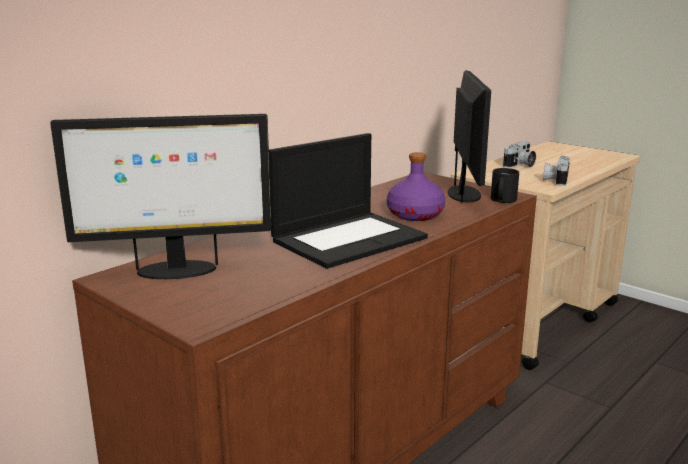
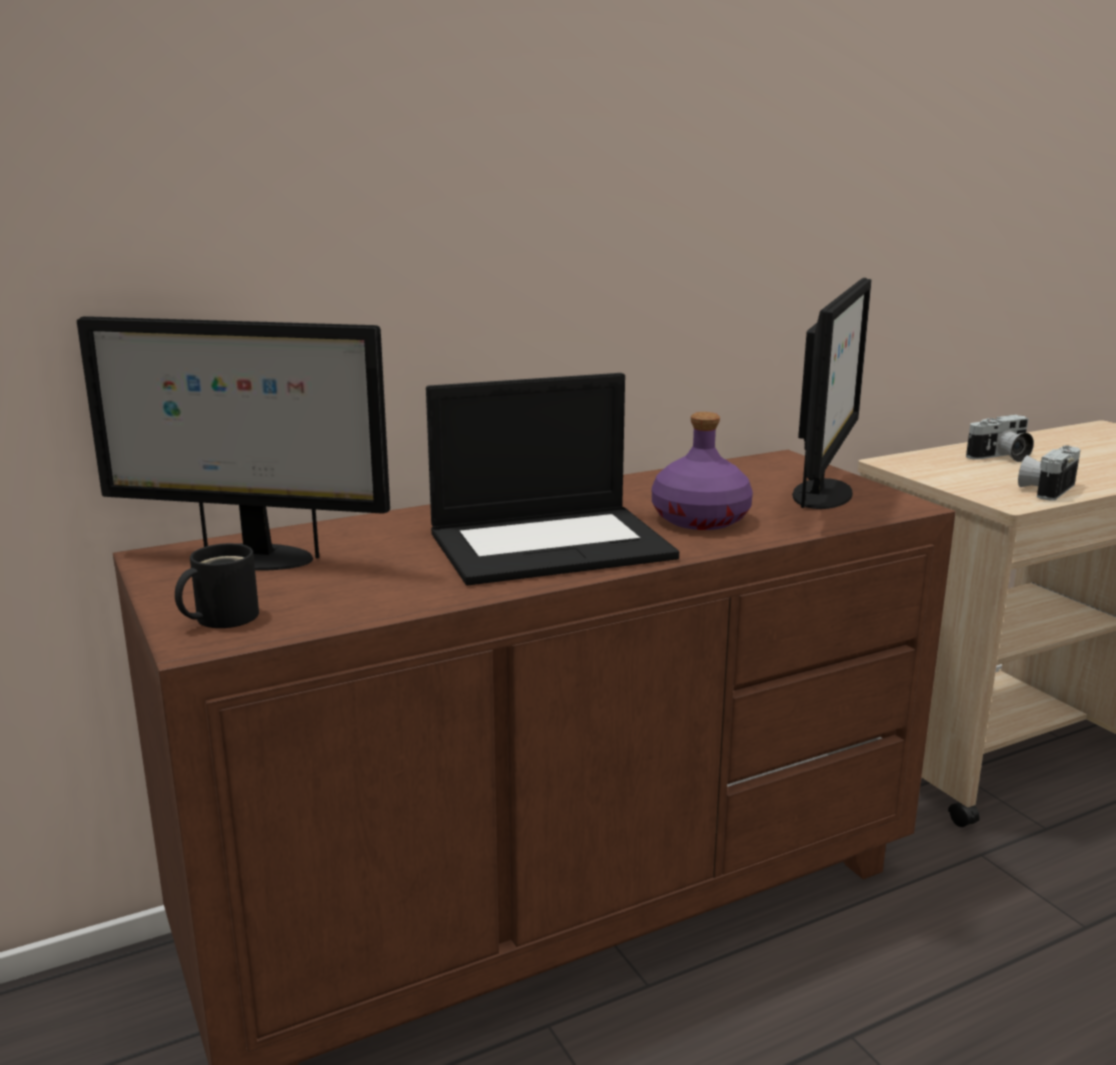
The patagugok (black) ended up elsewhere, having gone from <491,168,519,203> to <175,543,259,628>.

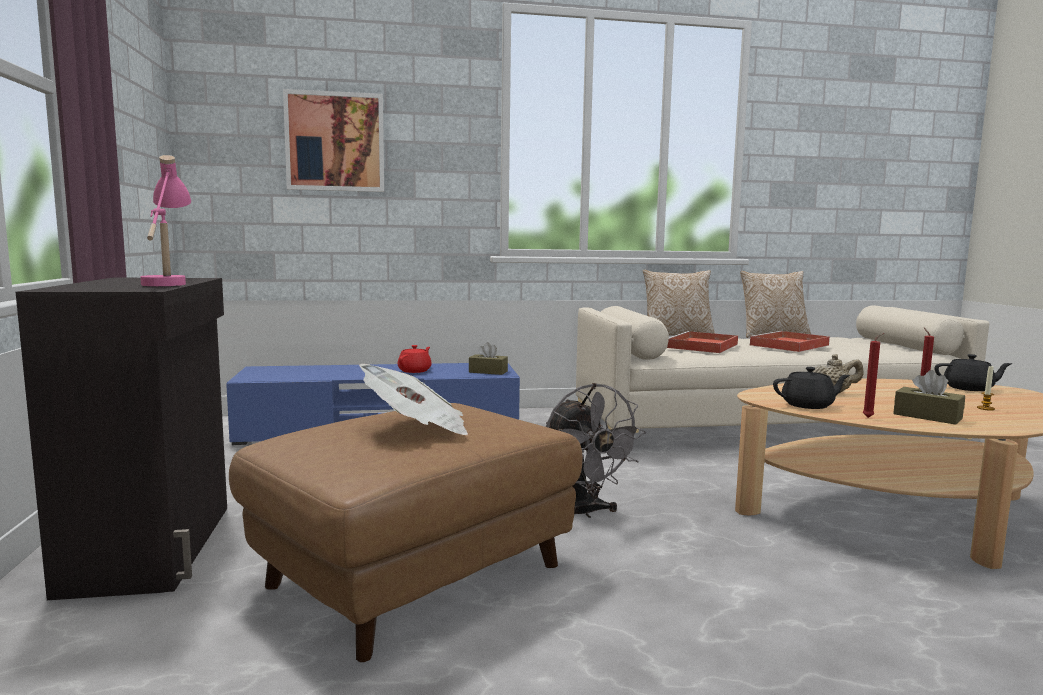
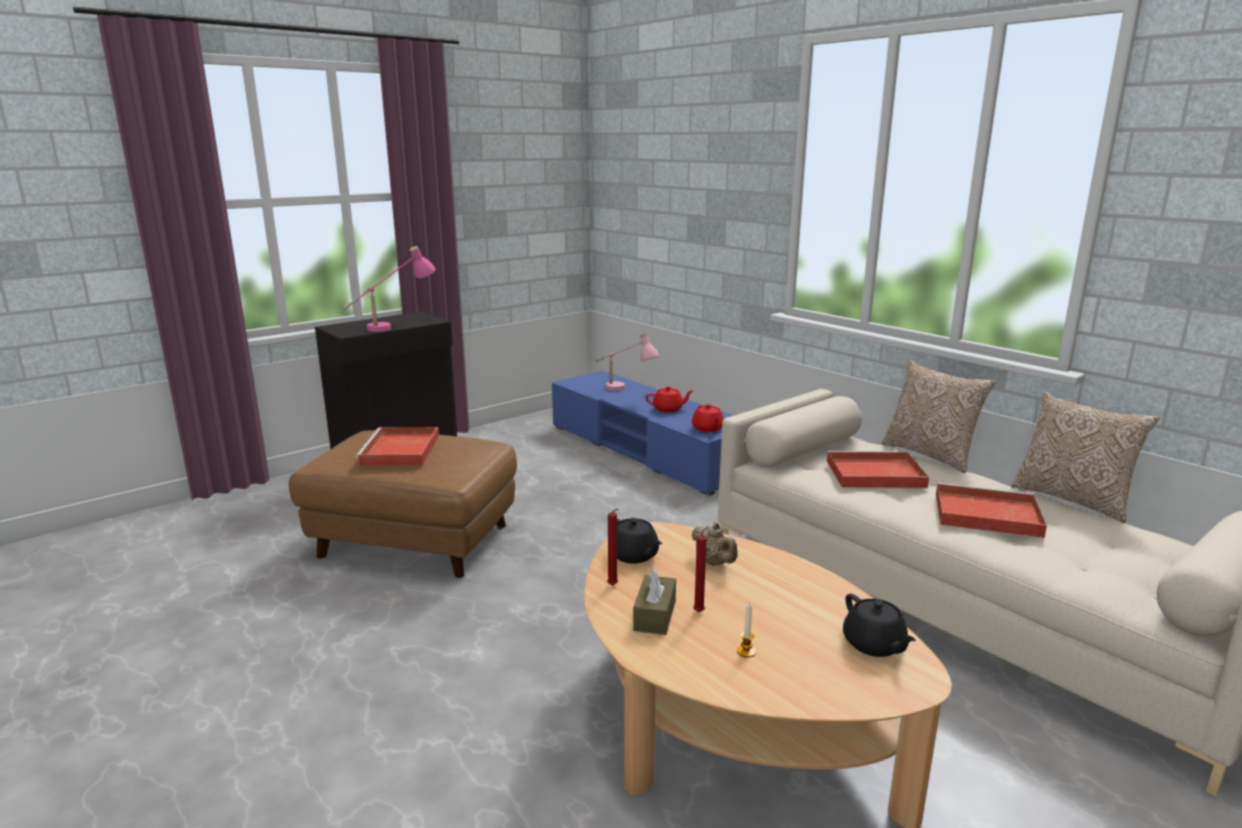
The second view lost the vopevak at <283,89,384,192>.
Where the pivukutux stood at <359,364,468,435>, the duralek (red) came to stand at <355,427,439,465>.
Where the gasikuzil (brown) stood at <469,342,508,375>, the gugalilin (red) came to stand at <692,404,724,432>.
The second view lost the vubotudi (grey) at <546,383,646,518>.
The second view gained the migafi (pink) at <596,333,660,391>.

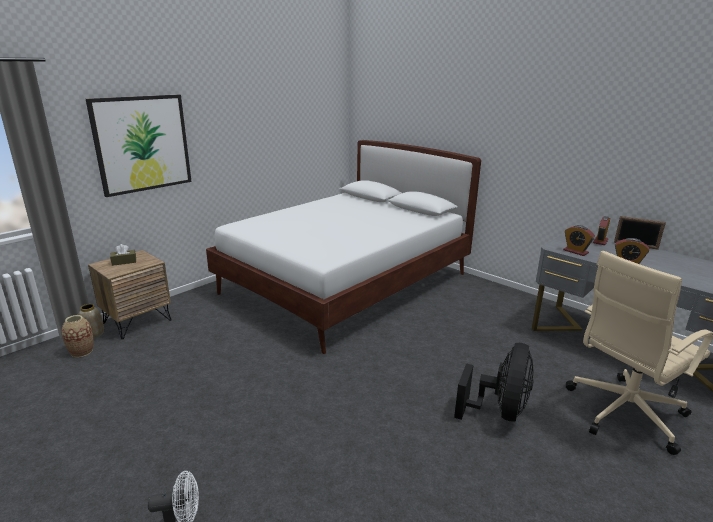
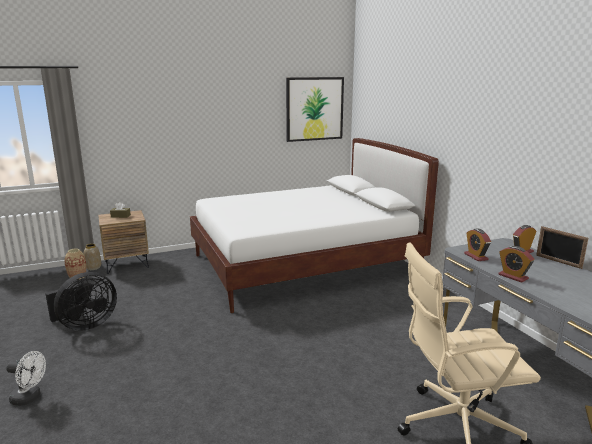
The vopevak ended up elsewhere, having gone from <86,94,192,197> to <286,77,344,142>.
The vubotudi (black) ended up elsewhere, having gone from <454,343,534,422> to <45,272,117,331>.

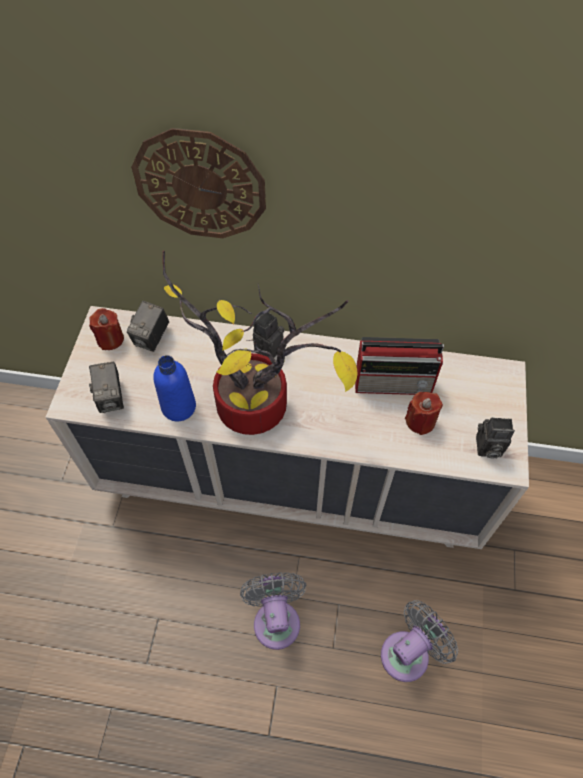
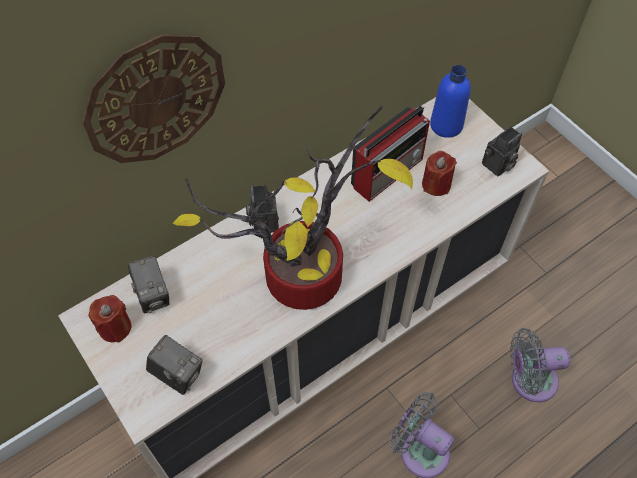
The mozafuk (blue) ended up elsewhere, having gone from <153,355,196,422> to <430,65,471,138>.
The vubotudi (grey) at <381,600,458,682> ended up facing another way, 105 degrees counterclockwise from before.

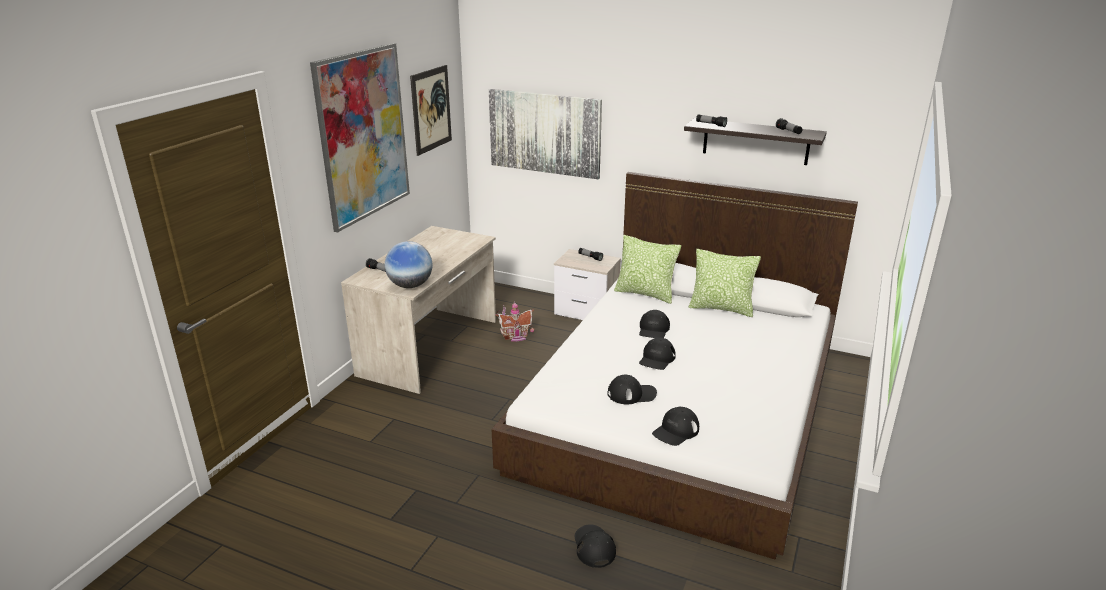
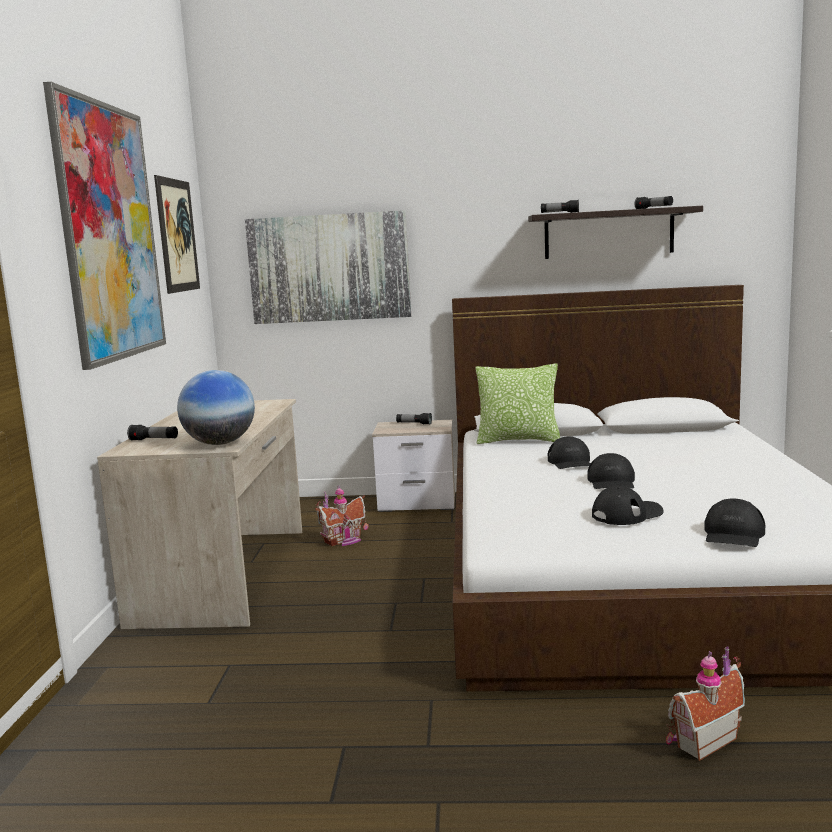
Where the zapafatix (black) stood at <574,525,616,568>, the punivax came to stand at <666,646,745,761>.
The second view lost the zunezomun at <688,249,761,317>.

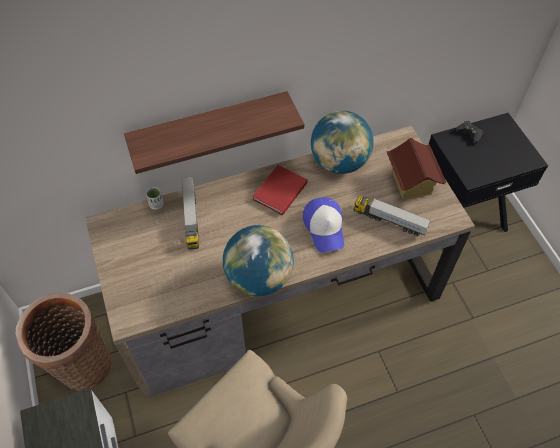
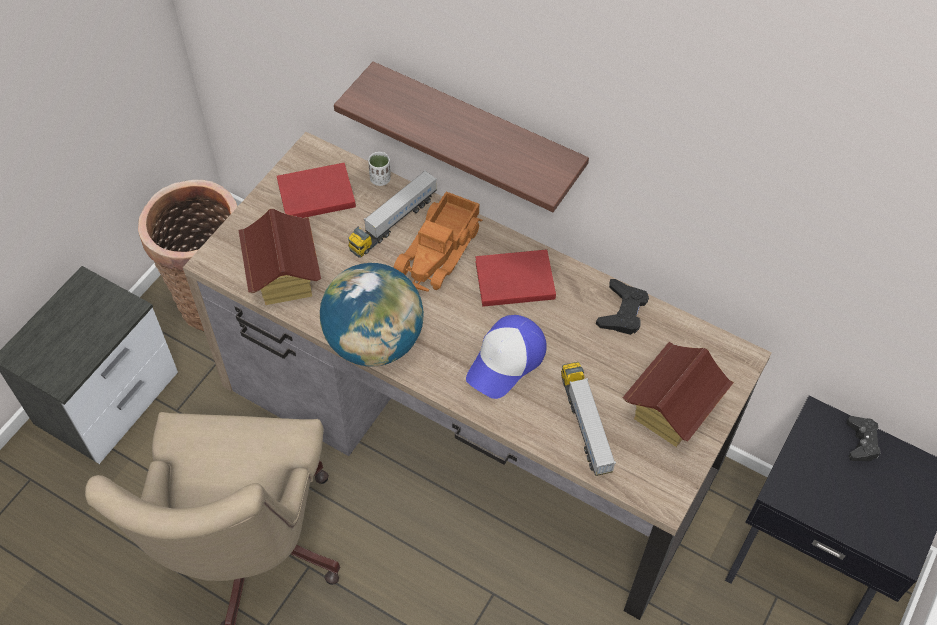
Where the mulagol stood at <311,111,374,174>, the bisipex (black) came to stand at <596,279,649,335>.
The second view gained the punivax at <238,209,321,305>.
The second view gained the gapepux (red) at <277,163,356,218>.
The second view gained the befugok at <393,191,482,292>.

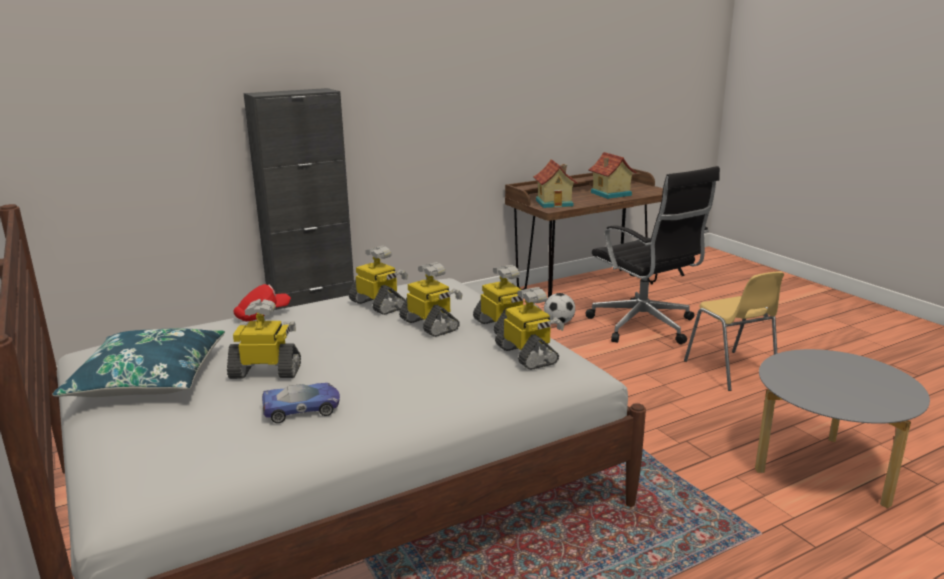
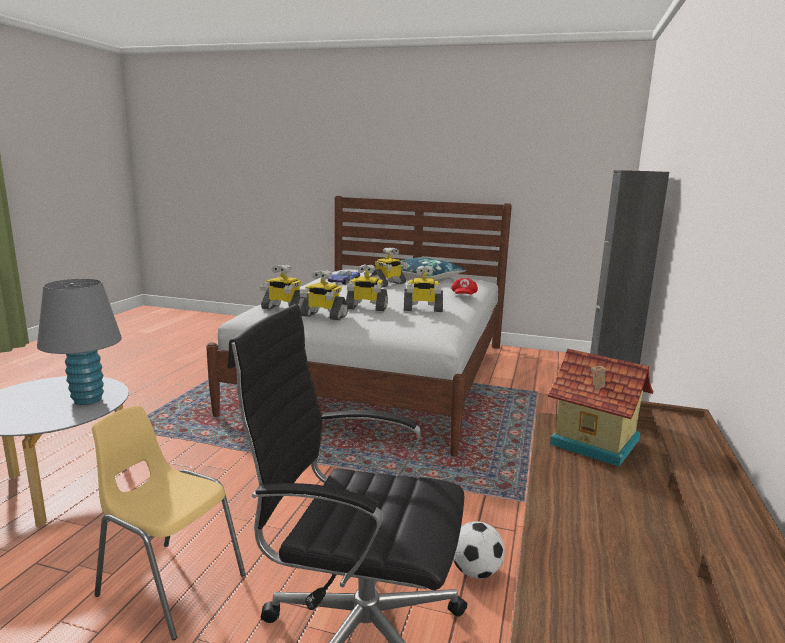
The second view lost the punivax at <588,152,637,199>.
The second view gained the migafi (grey) at <37,279,122,405>.

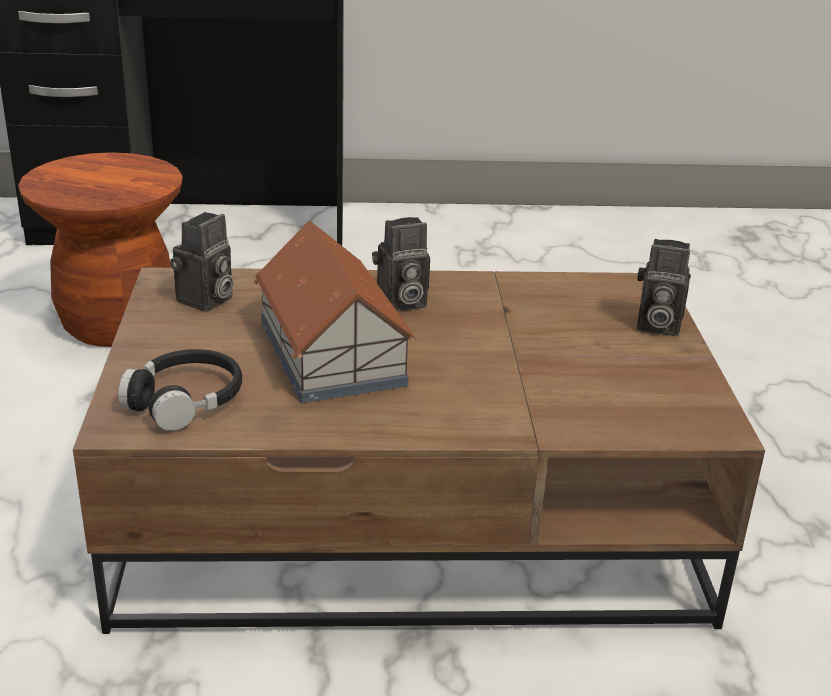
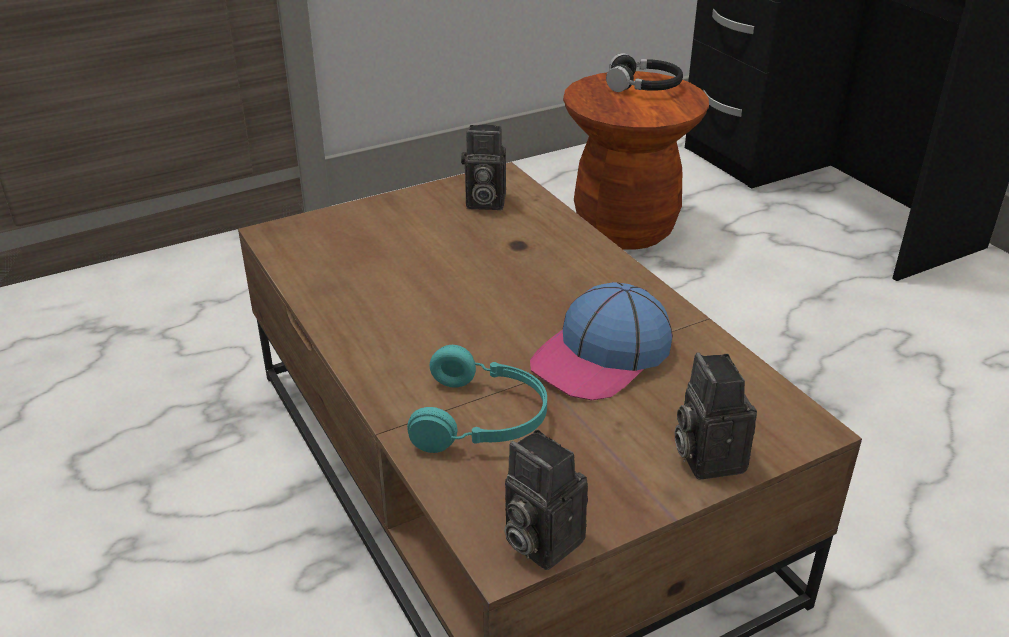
The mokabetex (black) ended up elsewhere, having gone from <118,349,242,431> to <606,53,683,92>.
The second view lost the punivax at <254,220,416,403>.
The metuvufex ended up elsewhere, having gone from <372,217,430,311> to <504,430,588,570>.
The second view gained the mokabetex (turquoise) at <407,345,547,453>.
The second view gained the zapafatix at <530,282,673,400>.

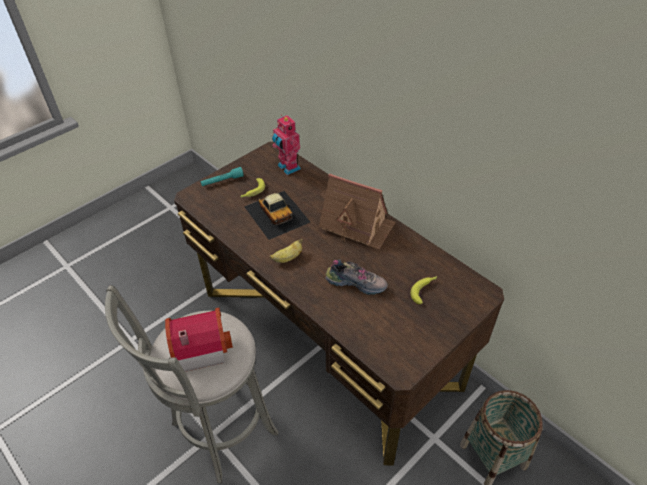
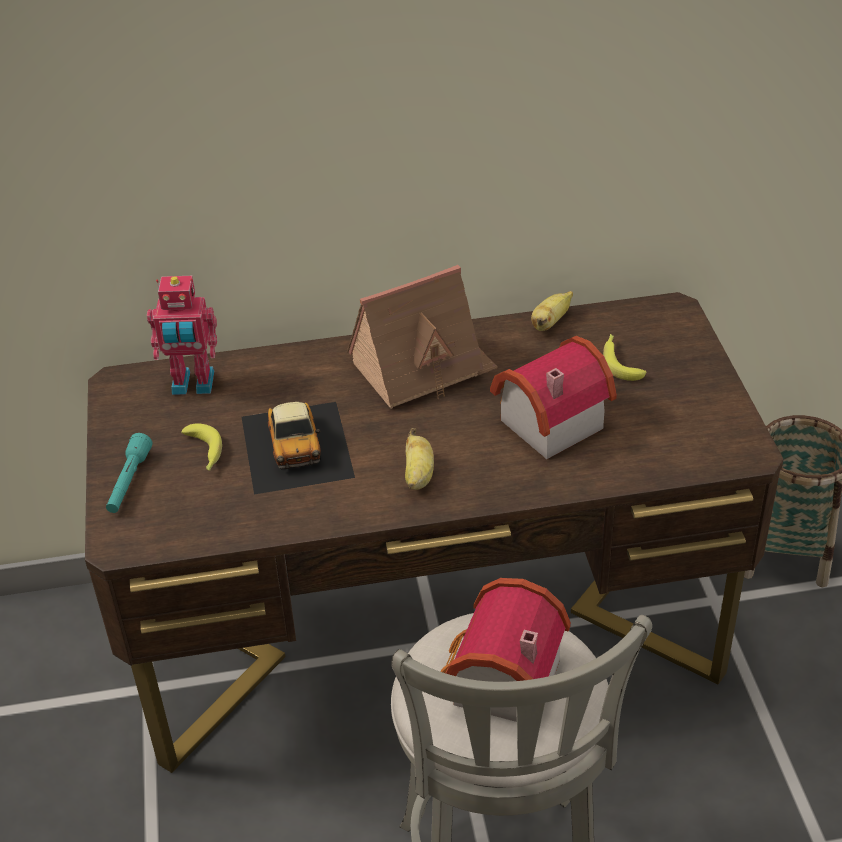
The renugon at <244,191,310,240> ended up facing another way, 75 degrees clockwise from before.
Where the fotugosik stood at <325,259,387,295>, the punivax came to stand at <490,336,617,459>.
The second view gained the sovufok at <531,291,573,331>.

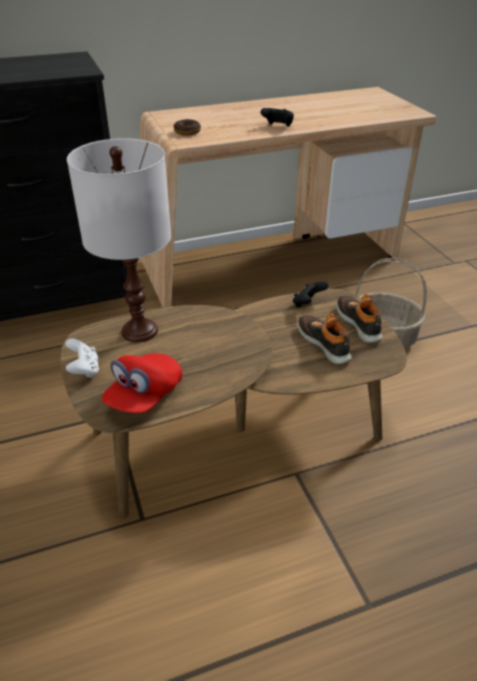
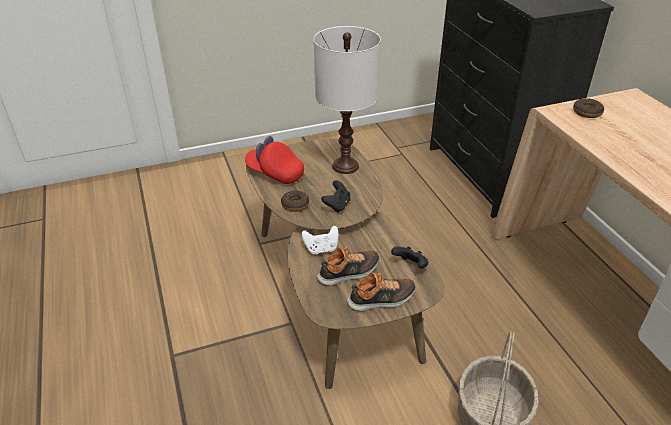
The bisipex (white) ended up elsewhere, having gone from <65,338,99,378> to <301,226,339,254>.
The bisipex (black) ended up elsewhere, having gone from <261,108,294,127> to <321,180,351,213>.
The second view gained the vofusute at <281,190,309,212>.

